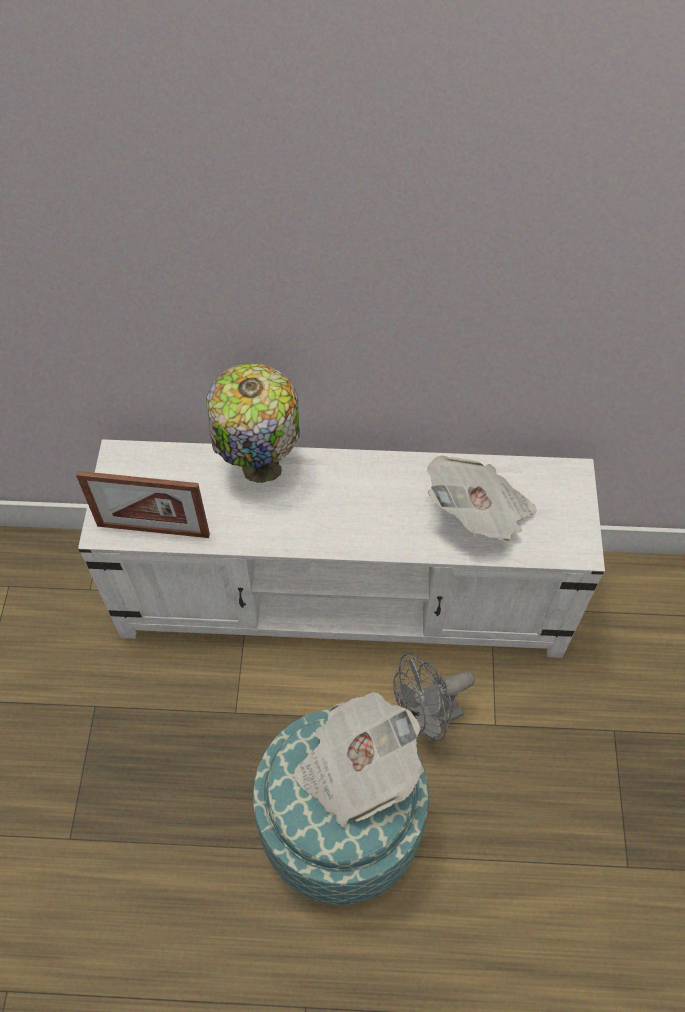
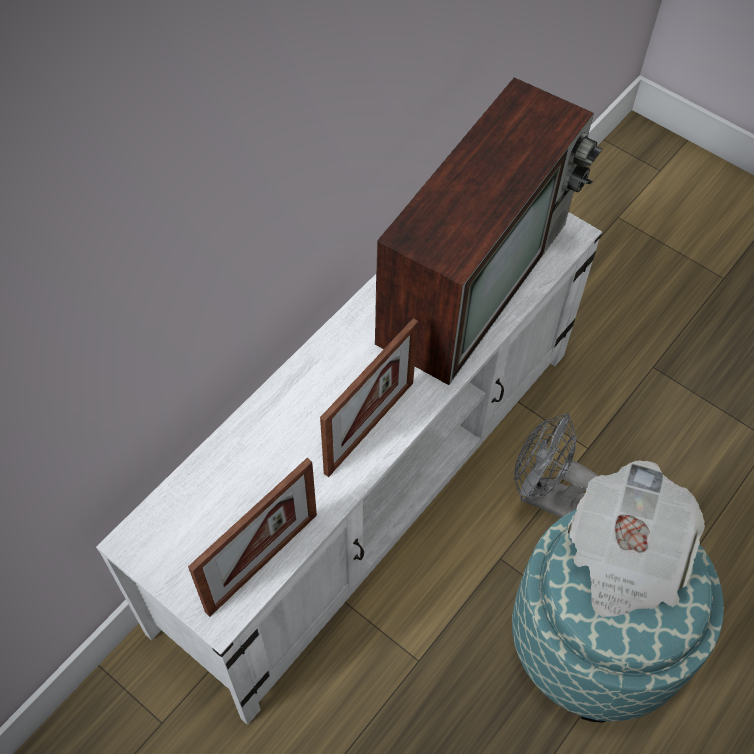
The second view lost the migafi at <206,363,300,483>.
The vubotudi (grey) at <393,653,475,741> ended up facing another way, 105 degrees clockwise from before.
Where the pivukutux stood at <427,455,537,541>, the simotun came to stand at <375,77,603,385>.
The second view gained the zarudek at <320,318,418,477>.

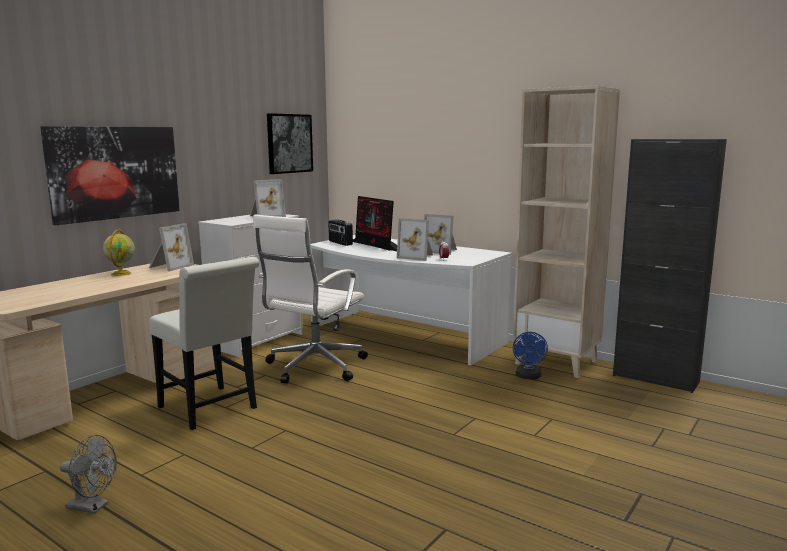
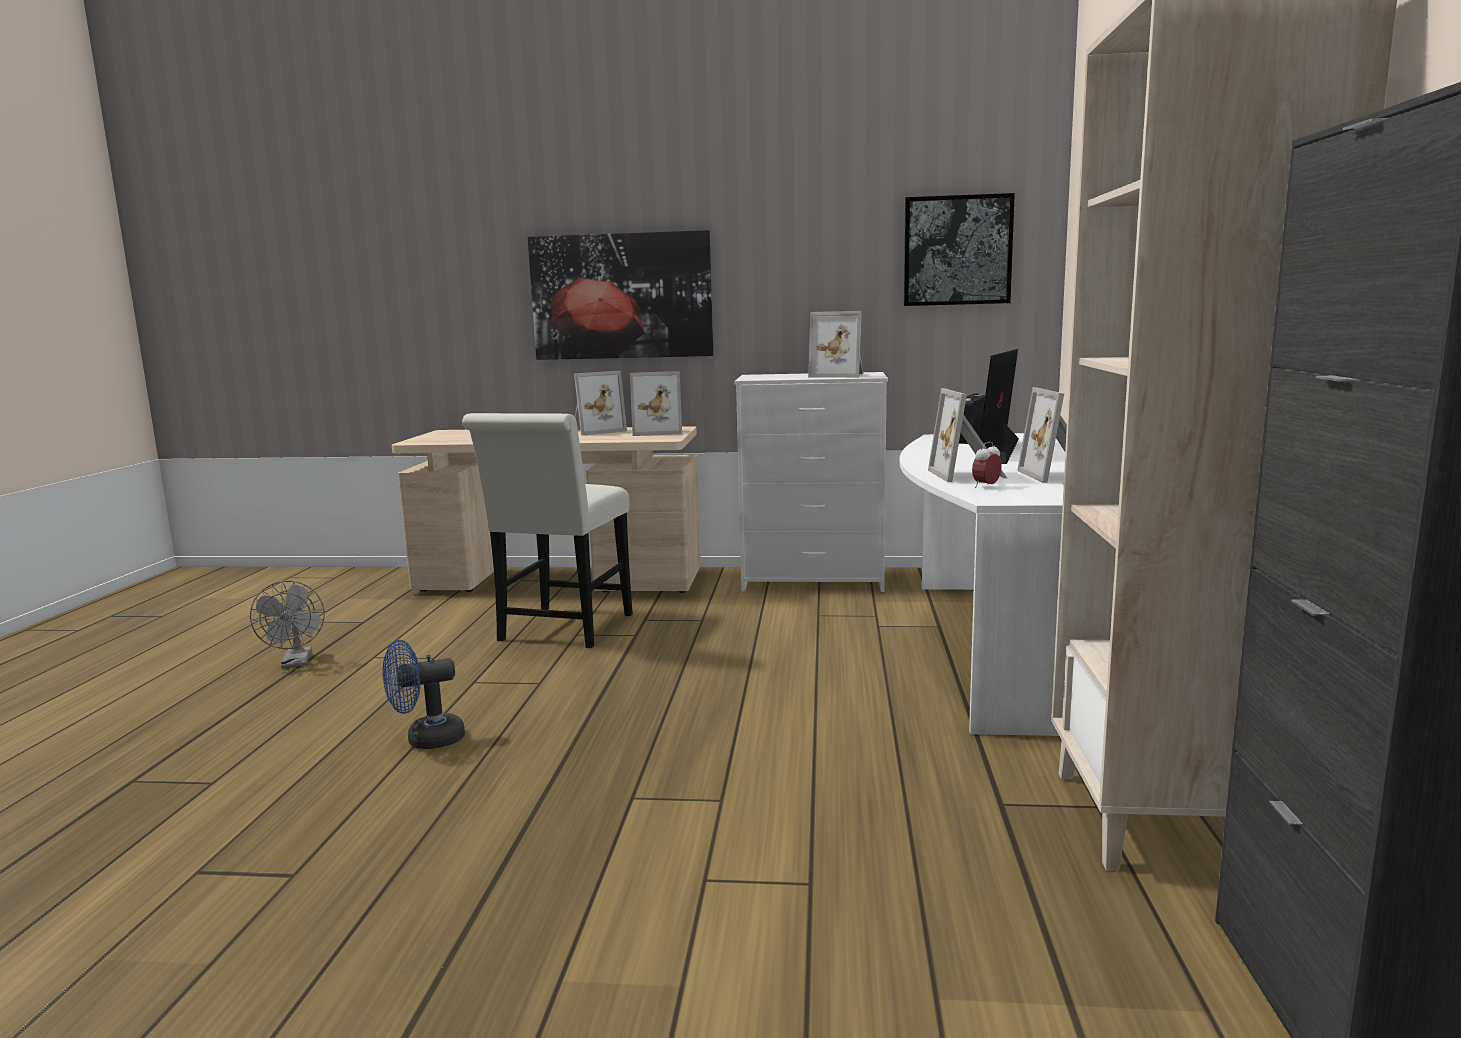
Where the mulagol stood at <103,229,135,276>, the zarudek came to stand at <574,371,627,436>.
The second view lost the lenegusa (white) at <253,215,368,384>.
The vubotudi (blue) ended up elsewhere, having gone from <513,332,548,379> to <382,640,465,749>.

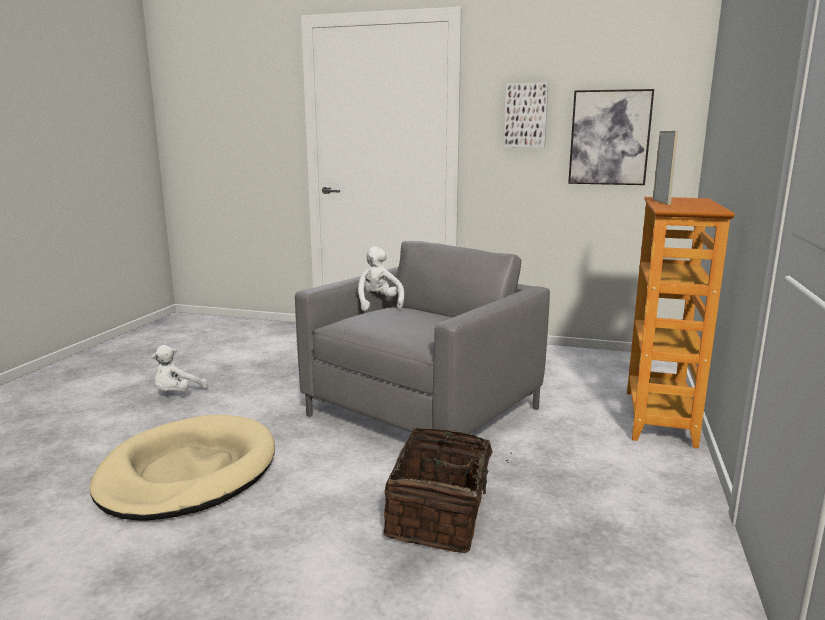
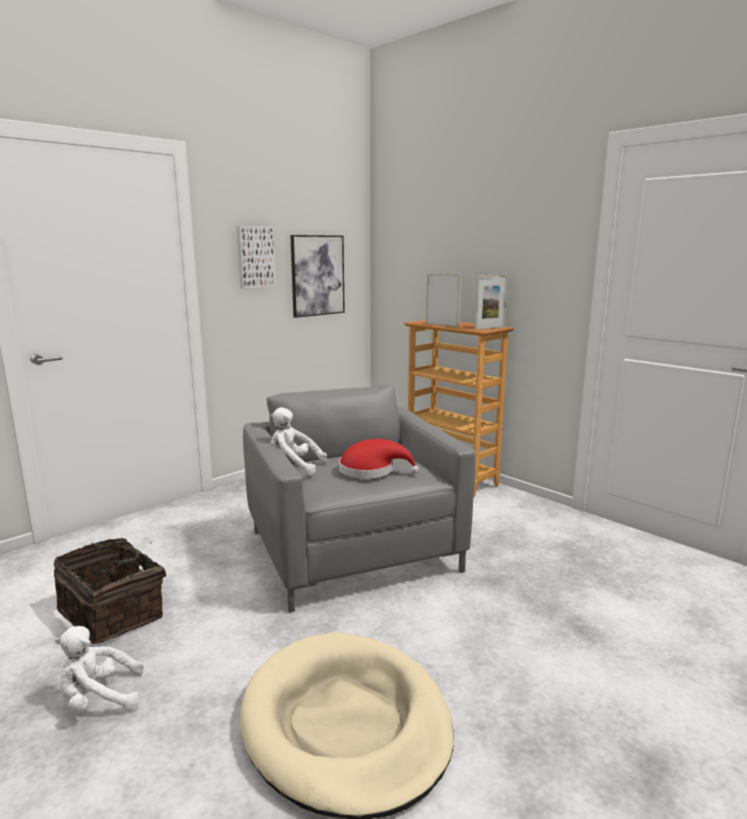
The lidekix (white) at <151,345,208,392> ended up facing another way, 105 degrees clockwise from before.
The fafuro ended up elsewhere, having gone from <384,427,511,553> to <54,538,166,644>.
The second view gained the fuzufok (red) at <339,439,419,479>.
The second view gained the zarudek at <474,275,508,330>.

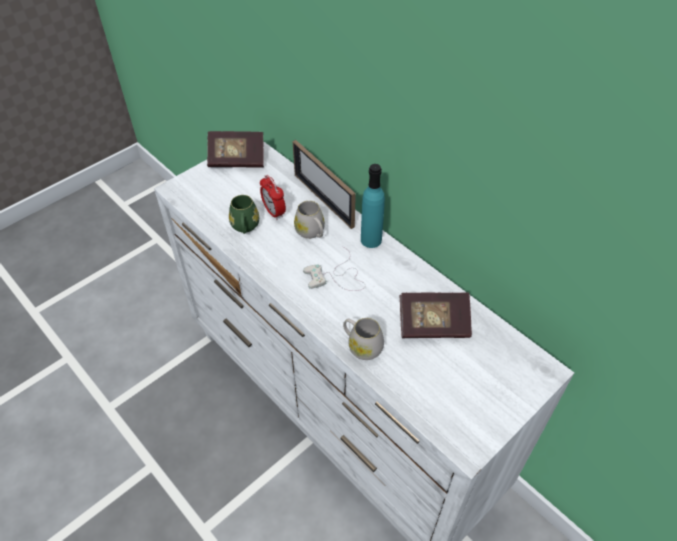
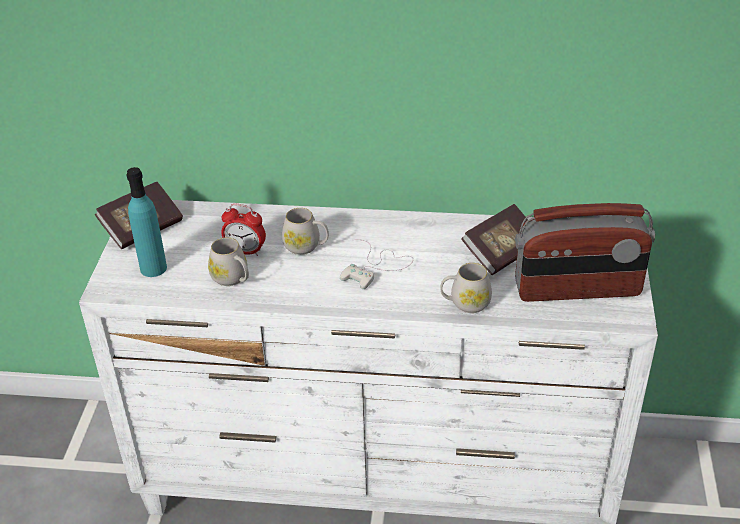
What was the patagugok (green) at <229,195,259,234> turned into the patagugok (white) at <208,237,249,286>.
The second view lost the zarudek at <293,140,356,229>.
The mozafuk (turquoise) ended up elsewhere, having gone from <361,164,385,248> to <127,167,167,277>.
The second view gained the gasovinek at <515,203,655,302>.

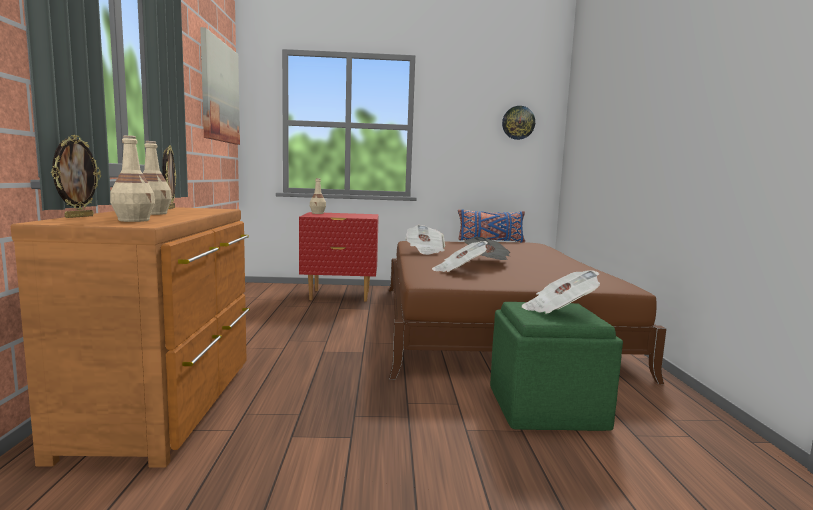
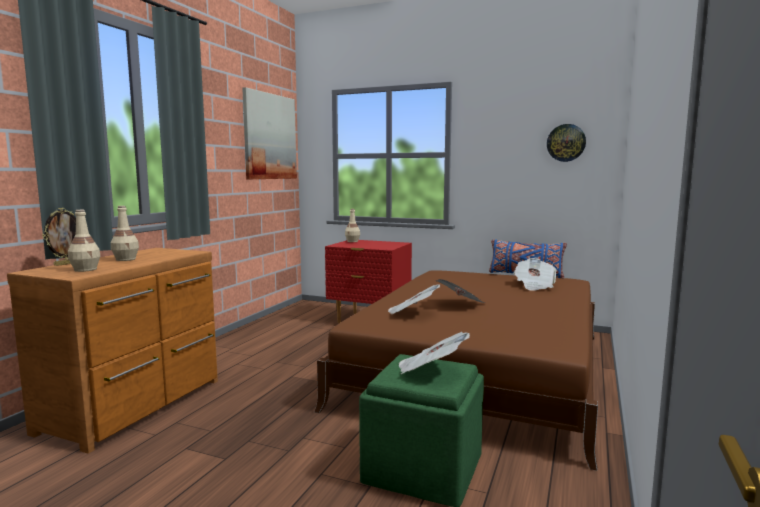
The second view lost the zarudek at <162,145,176,209>.
The pivukutux ended up elsewhere, having gone from <405,225,445,255> to <514,258,557,291>.

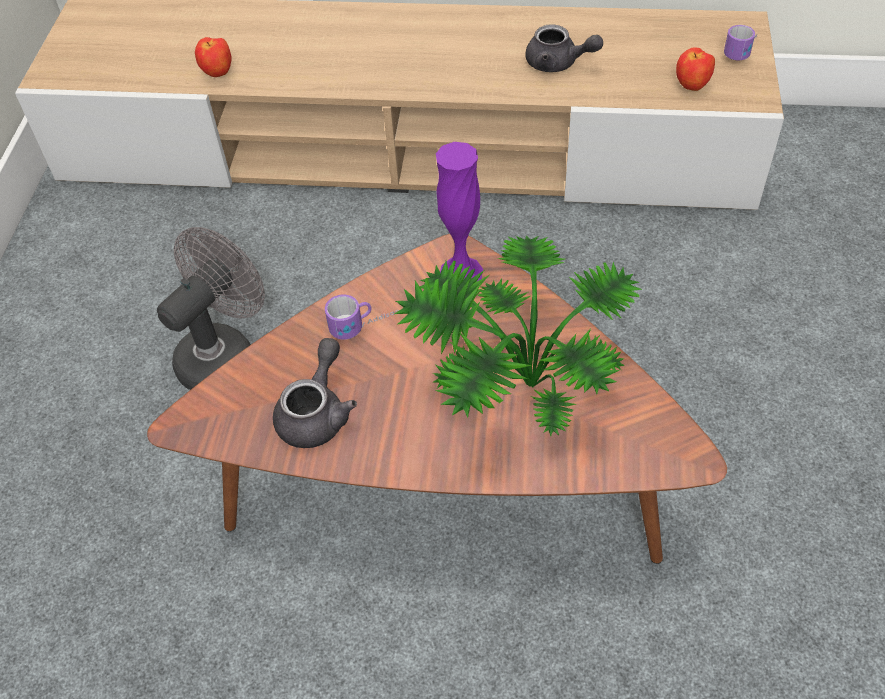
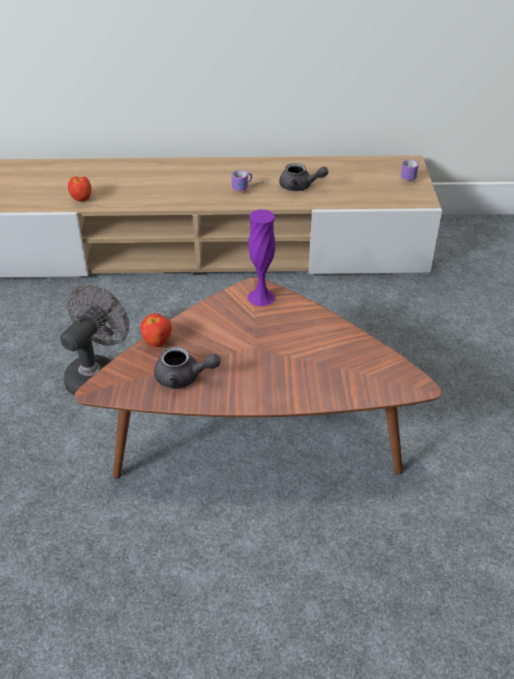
The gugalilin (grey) at <273,338,357,448> ended up facing another way, 90 degrees clockwise from before.
The patagugok ended up elsewhere, having gone from <325,294,399,340> to <231,170,264,191>.
The second view lost the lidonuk at <394,236,642,436>.
The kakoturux ended up elsewhere, having gone from <676,47,715,91> to <141,313,172,347>.

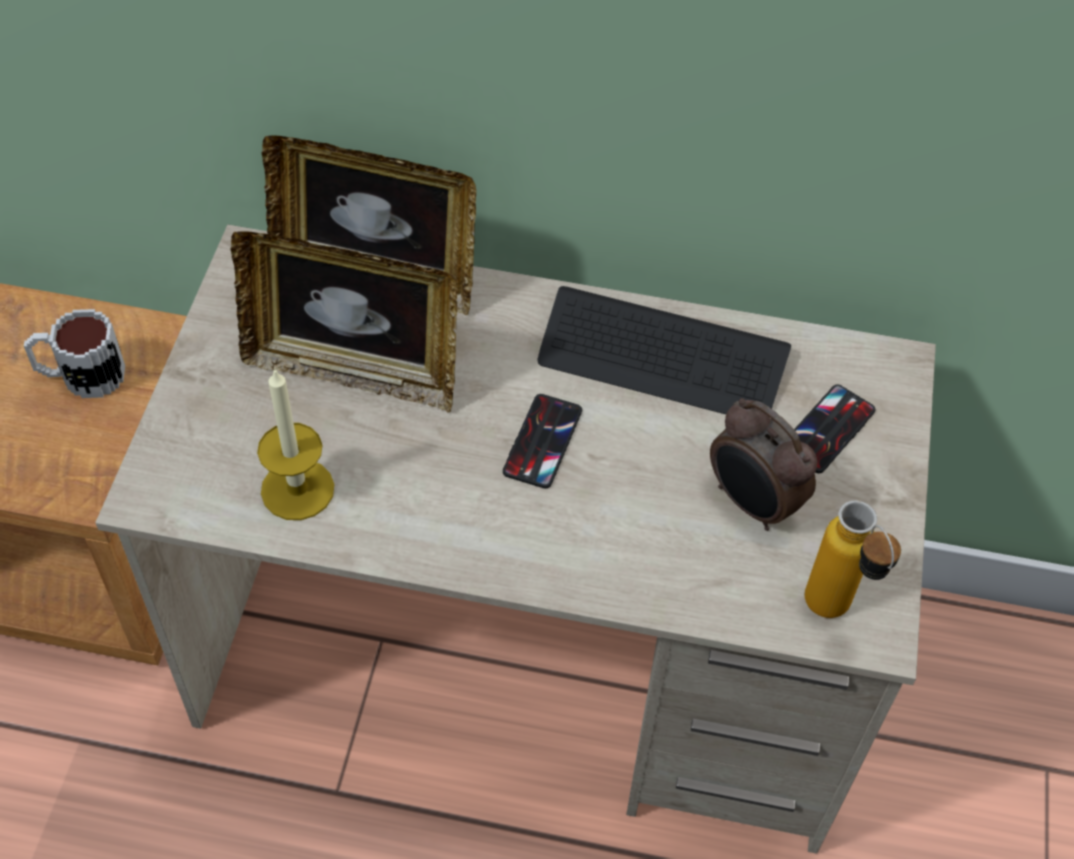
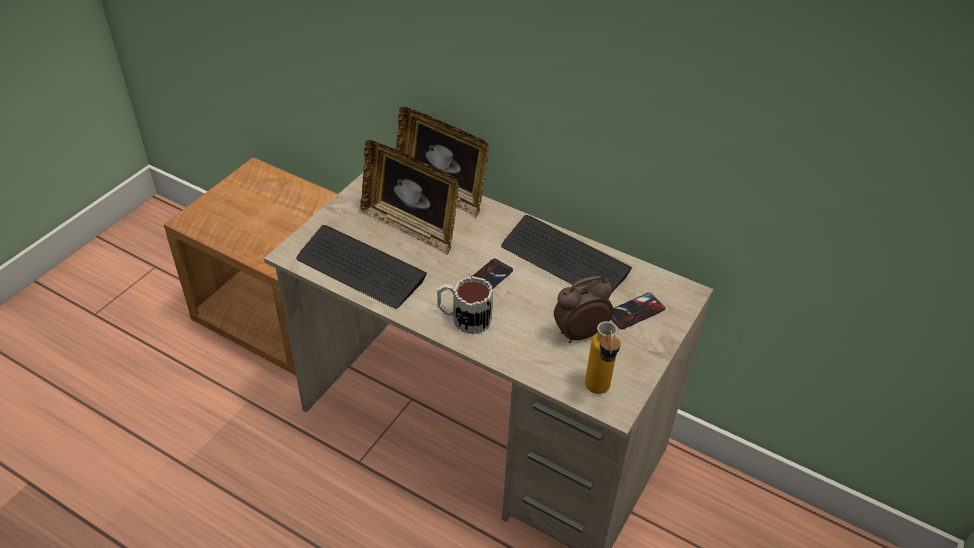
The patagugok ended up elsewhere, having gone from <24,309,125,398> to <437,276,493,334>.
Where the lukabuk stood at <257,368,334,520>, the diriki came to stand at <296,225,427,309>.
The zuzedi at <710,398,817,531> ended up facing another way, 90 degrees clockwise from before.

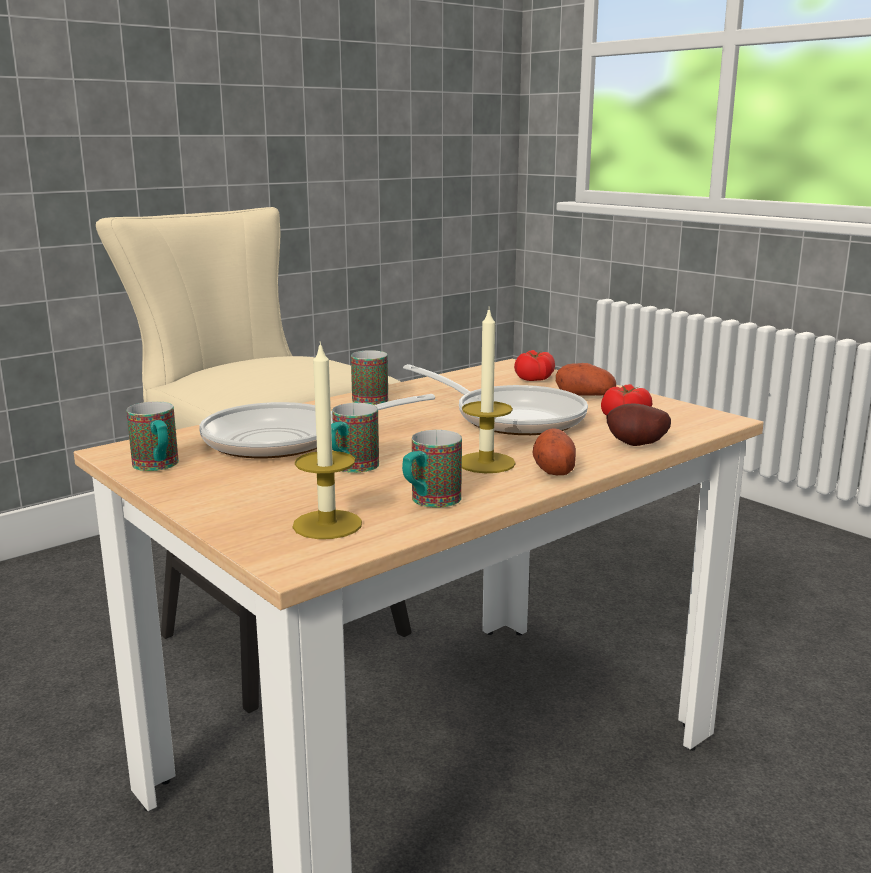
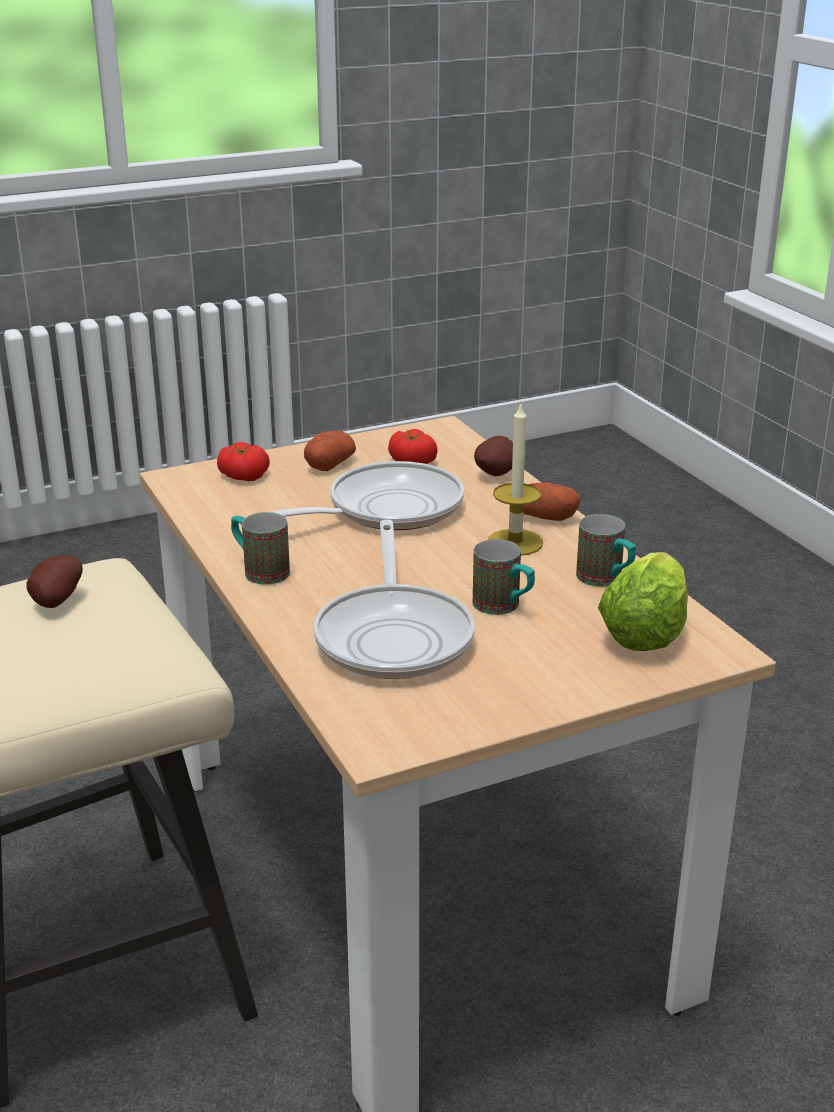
The second view lost the patagugok at <126,401,179,471>.
Where the lukabuk stood at <293,341,362,539>, the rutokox came to stand at <598,552,688,651>.
The second view gained the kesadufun at <26,555,83,608>.

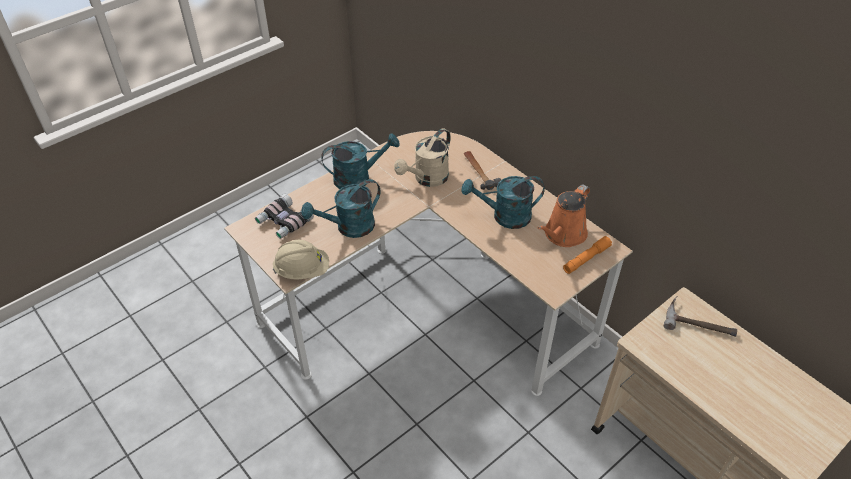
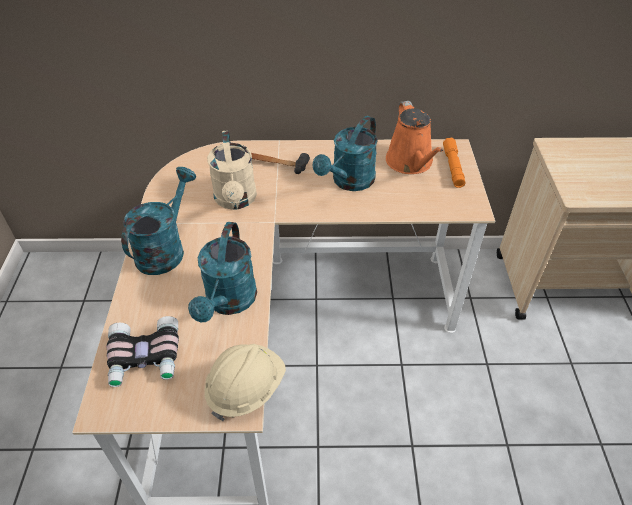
The second view lost the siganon at <664,297,737,337>.

